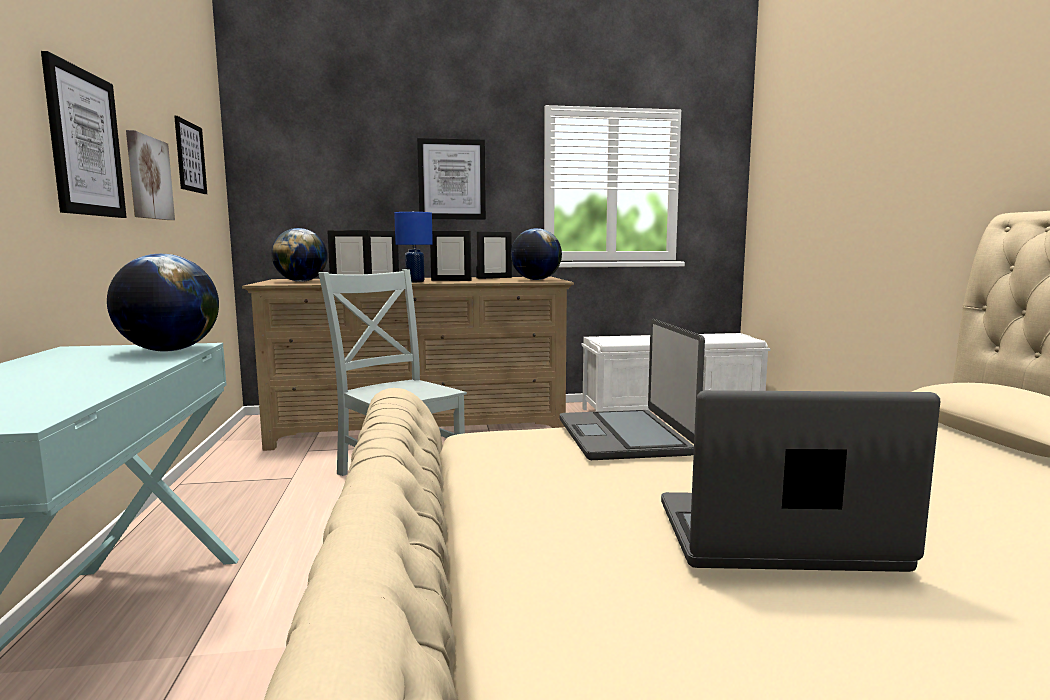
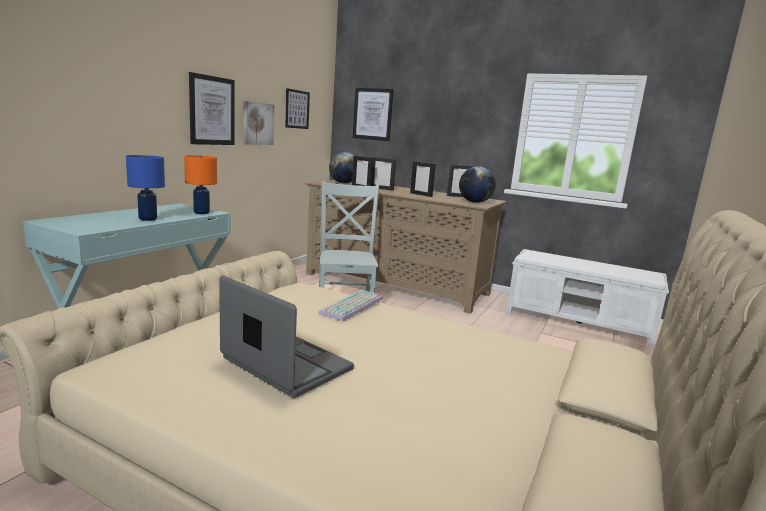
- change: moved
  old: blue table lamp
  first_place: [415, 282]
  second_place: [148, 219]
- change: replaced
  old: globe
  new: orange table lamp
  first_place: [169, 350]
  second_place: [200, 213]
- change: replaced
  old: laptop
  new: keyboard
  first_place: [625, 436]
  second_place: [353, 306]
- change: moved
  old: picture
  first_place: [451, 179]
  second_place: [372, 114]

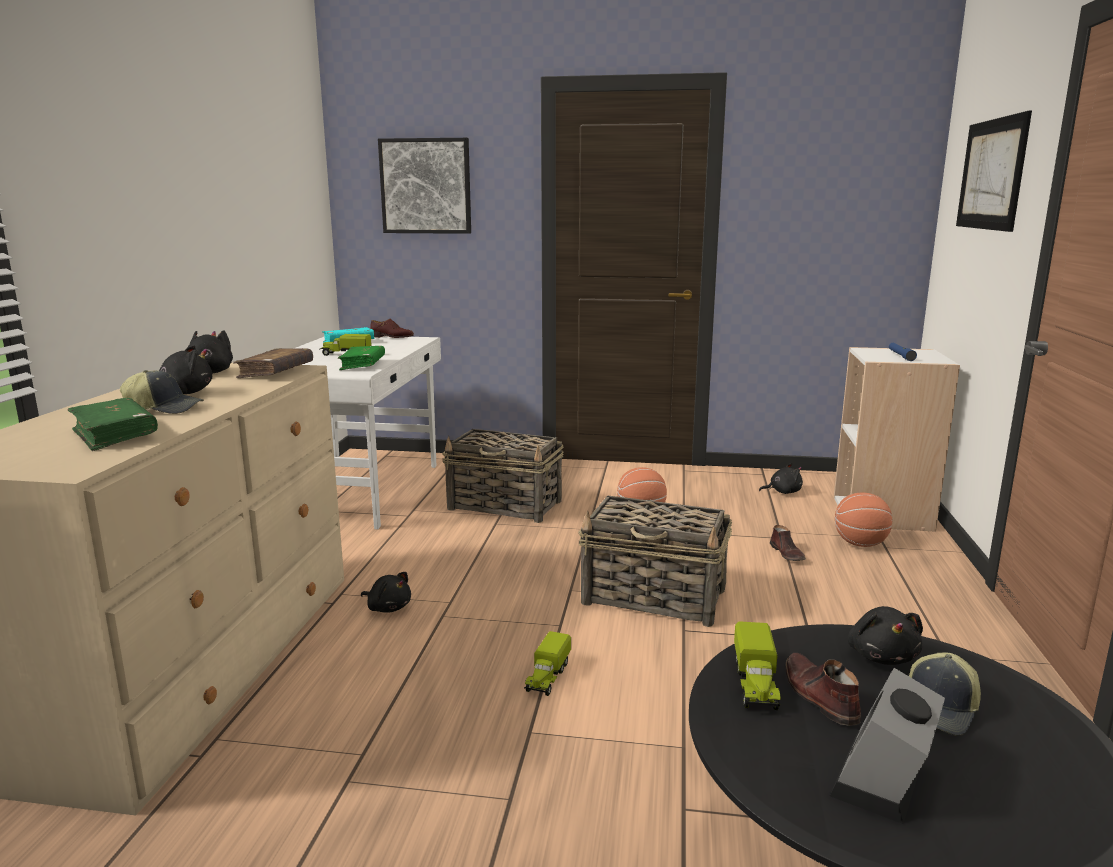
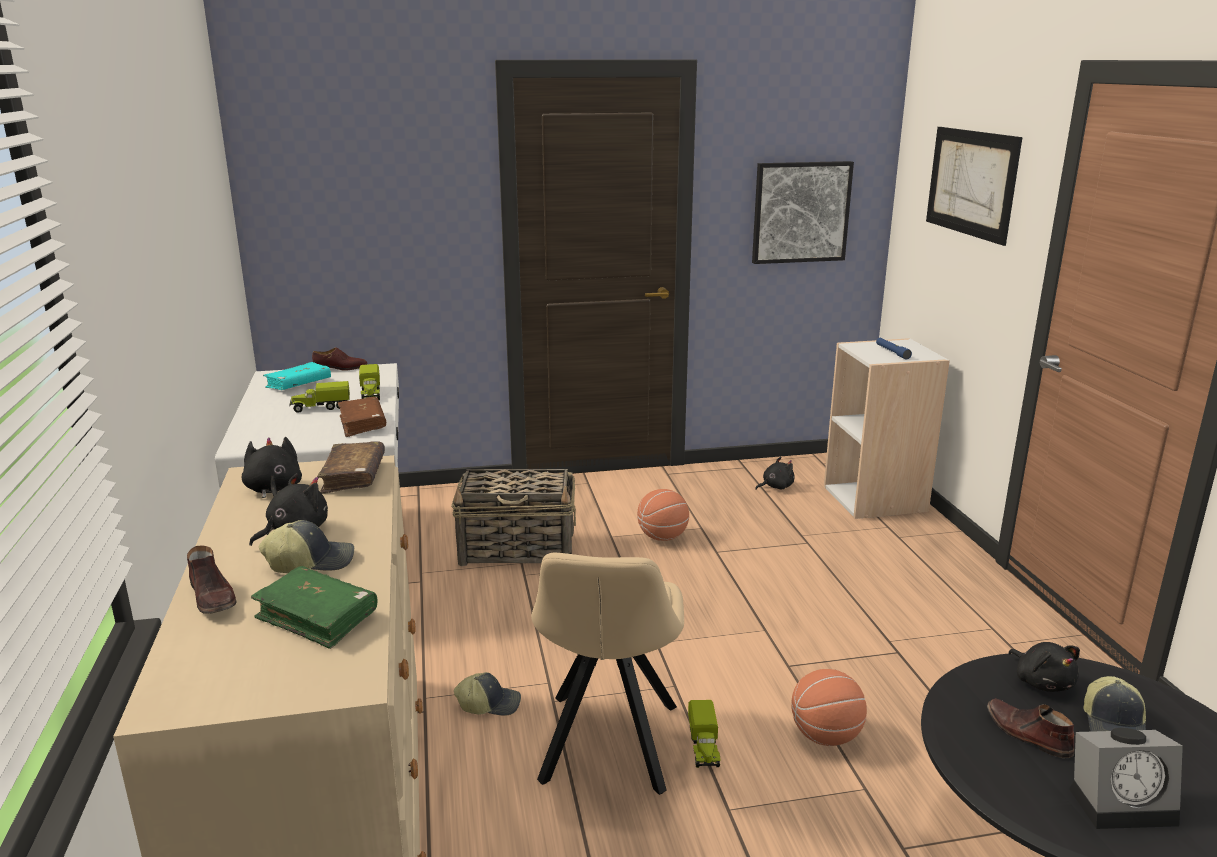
- change: moved
  old: brown shoe
  first_place: [787, 554]
  second_place: [213, 597]
- change: recoloured
  old: green book
  new: brown book
  first_place: [362, 365]
  second_place: [362, 424]
- change: moved
  old: toy truck
  first_place: [755, 684]
  second_place: [371, 394]
- change: replaced
  old: black plush toy
  new: cap
  first_place: [388, 608]
  second_place: [489, 704]
- change: added
  new: beige chair
  second_place: [608, 743]
- change: moved
  old: picture
  first_place: [426, 186]
  second_place: [800, 212]
- change: moved
  old: basketball
  first_place: [860, 544]
  second_place: [826, 736]
- change: turned
  old: alarm clock
  first_place: [883, 782]
  second_place: [1122, 803]
  degrees: -105
- change: removed
  old: basket
  first_place: [655, 597]

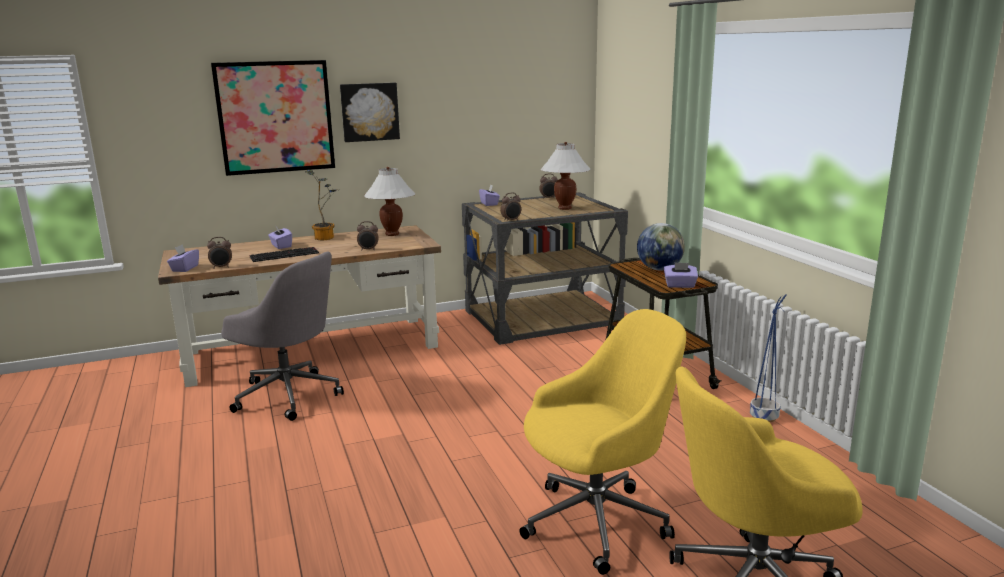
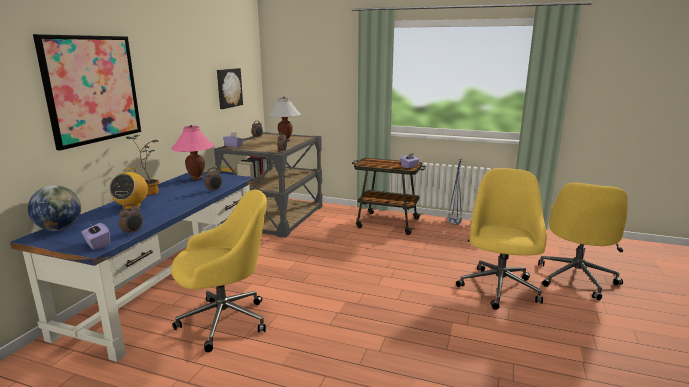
- change: recoloured
  old: brown desk
  new: blue desk
  first_place: [313, 349]
  second_place: [167, 288]
- change: moved
  old: globe
  first_place: [659, 269]
  second_place: [59, 229]
- change: replaced
  old: purple tissue box
  new: radio
  first_place: [281, 246]
  second_place: [131, 206]
- change: recoloured
  old: grey office chair
  new: yellow office chair
  first_place: [289, 396]
  second_place: [225, 321]
- change: recoloured
  old: white table lamp
  new: pink table lamp
  first_place: [392, 234]
  second_place: [196, 179]
- change: moved
  old: picture
  first_place: [369, 112]
  second_place: [228, 88]
- change: removed
  old: keyboard
  first_place: [285, 254]

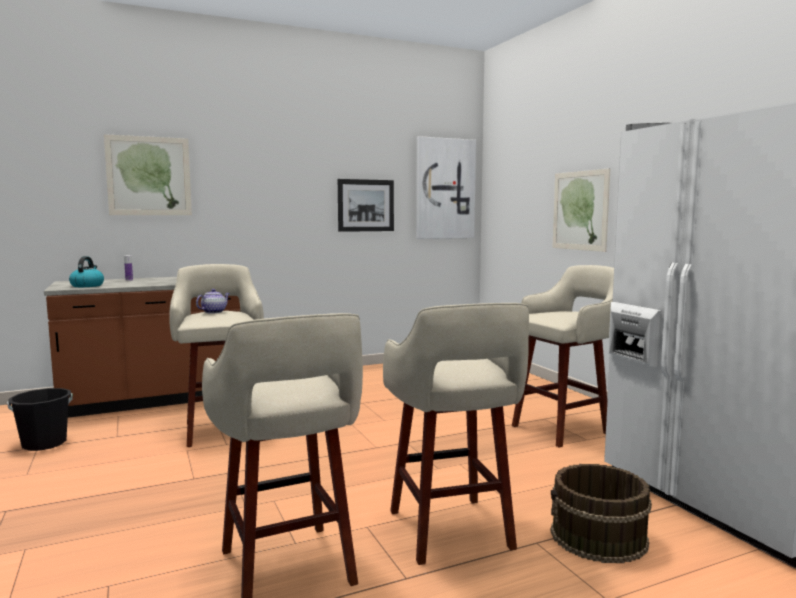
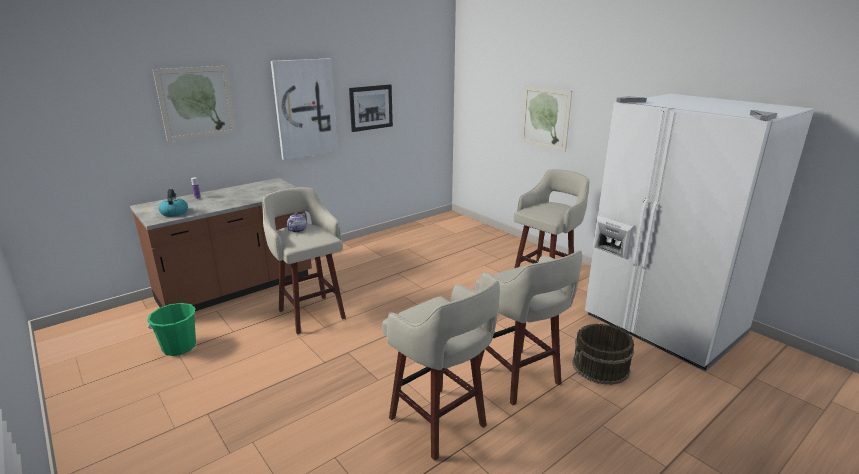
- change: recoloured
  old: black bucket
  new: green bucket
  first_place: [44, 443]
  second_place: [179, 347]
- change: moved
  old: picture
  first_place: [445, 189]
  second_place: [305, 108]

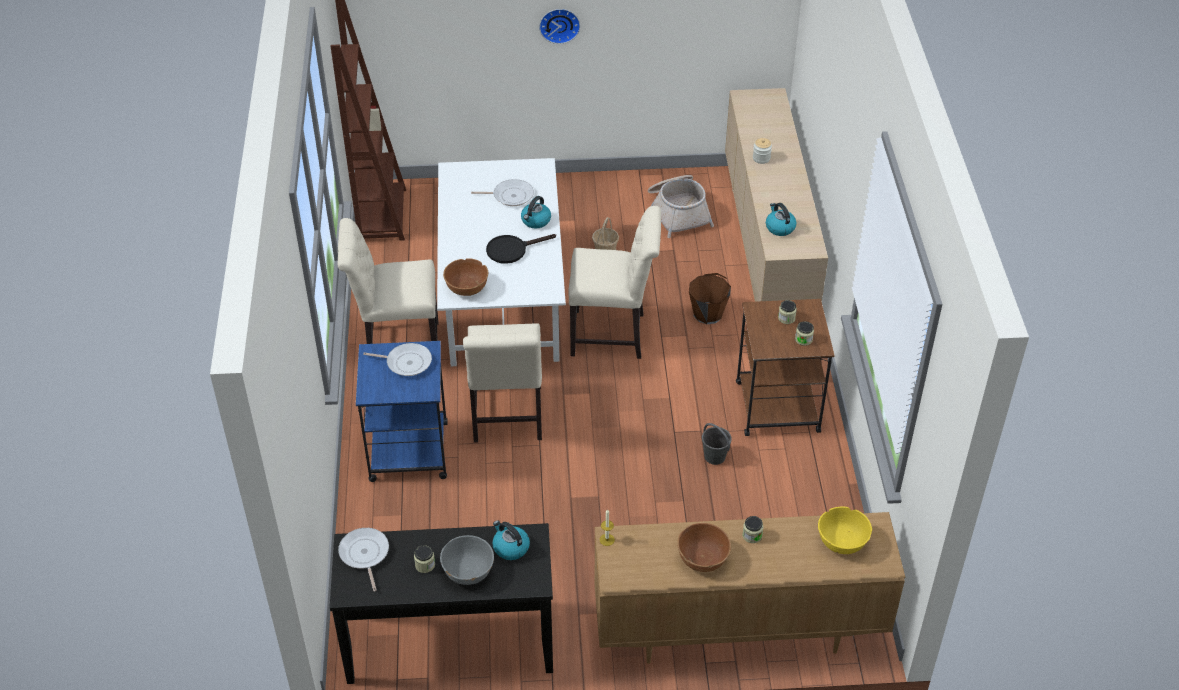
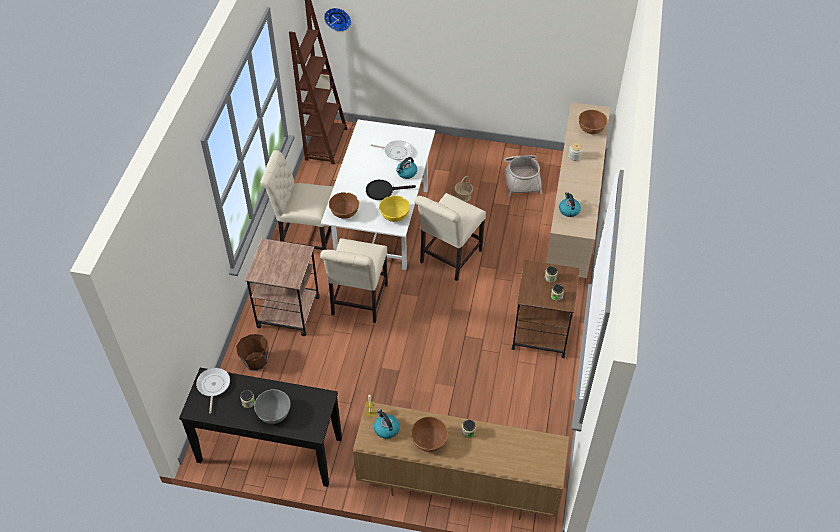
- change: moved
  old: brown bucket
  first_place: [708, 314]
  second_place: [256, 362]
- change: recoloured
  old: blue cart
  new: brown cart
  first_place: [409, 450]
  second_place: [288, 311]
- change: moved
  old: wall clock
  first_place: [559, 24]
  second_place: [338, 18]
- change: moved
  old: kettle
  first_place: [510, 547]
  second_place: [386, 429]
- change: moved
  old: yellow bowl
  first_place: [842, 542]
  second_place: [394, 216]
- change: turned
  old: beige chair
  first_place: [613, 335]
  second_place: [448, 259]
  degrees: 105
- change: added
  new: brown bowl
  second_place: [591, 129]
- change: removed
  old: frying pan
  first_place: [406, 362]
- change: removed
  old: grey bucket
  first_place: [715, 457]

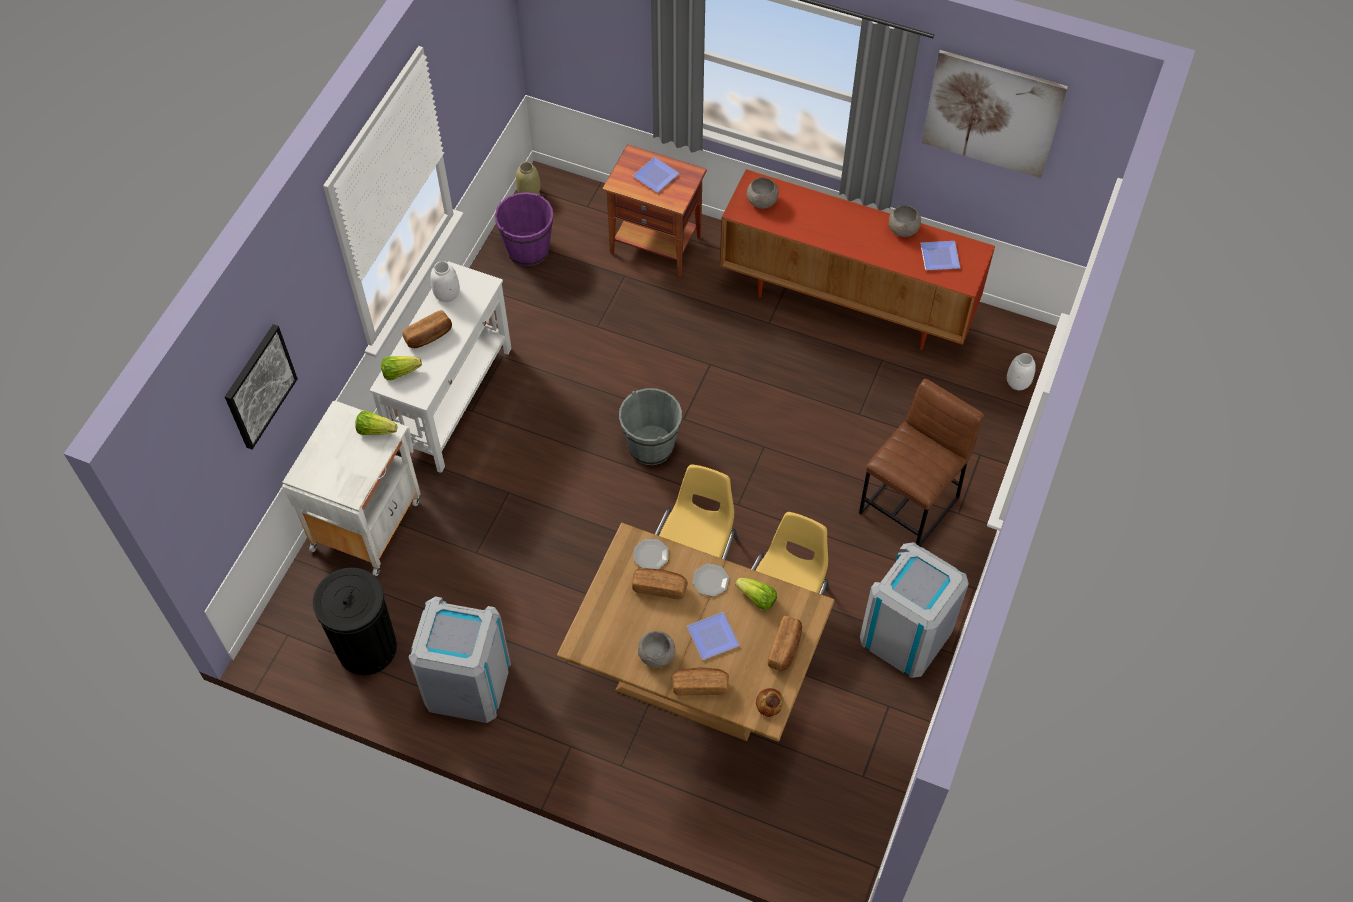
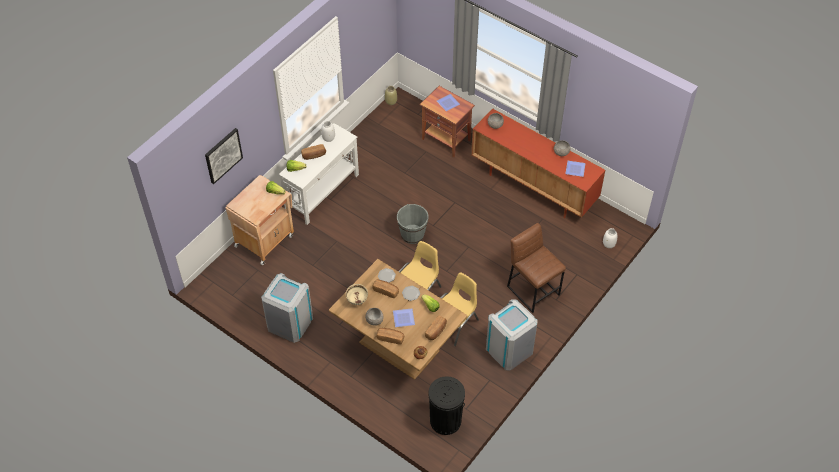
- change: recoloured
  old: white cart
  new: brown cart
  first_place: [367, 523]
  second_place: [265, 240]
- change: added
  new: beige bowl
  second_place: [357, 300]
- change: moved
  old: black trash can
  first_place: [367, 648]
  second_place: [445, 420]
- change: turned
  old: brown chair
  first_place: [910, 504]
  second_place: [532, 290]
  degrees: -90
- change: removed
  old: purple bucket
  first_place: [528, 250]
- change: removed
  old: picture
  first_place: [992, 114]

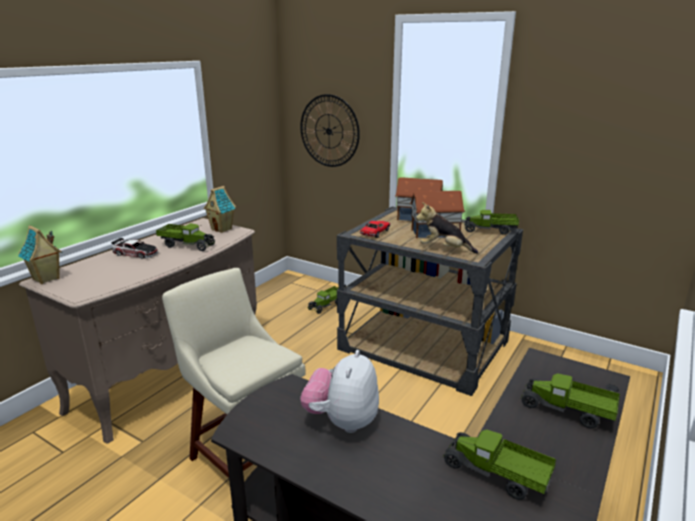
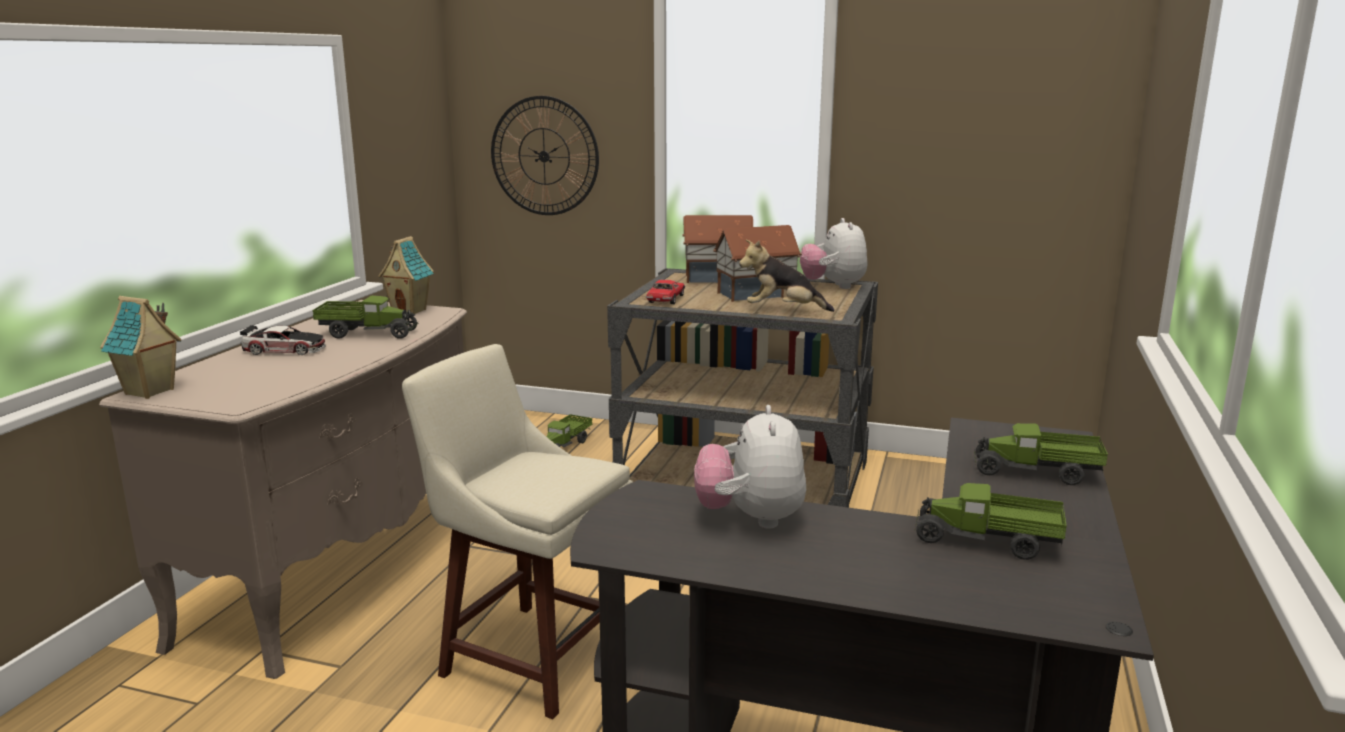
- change: replaced
  old: toy truck
  new: plush toy
  first_place: [490, 231]
  second_place: [833, 286]

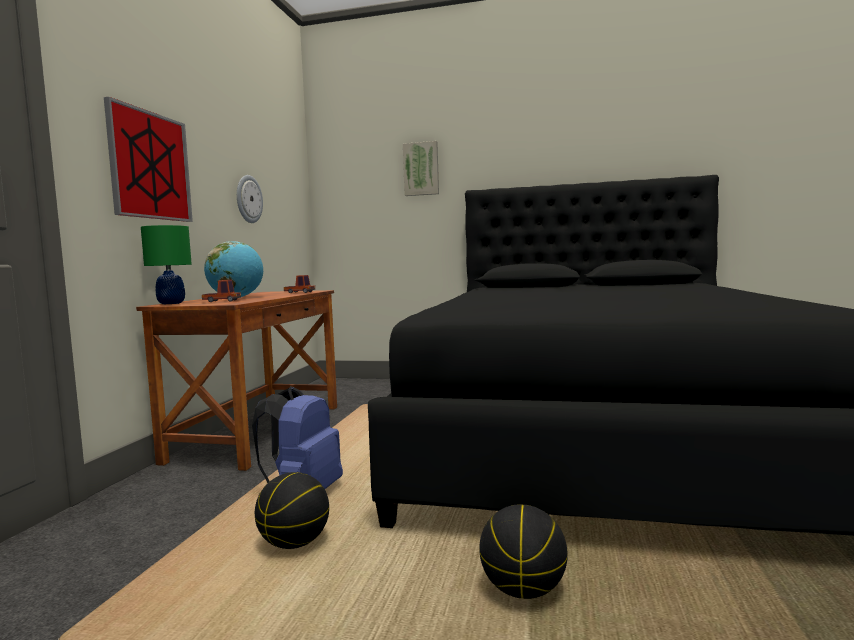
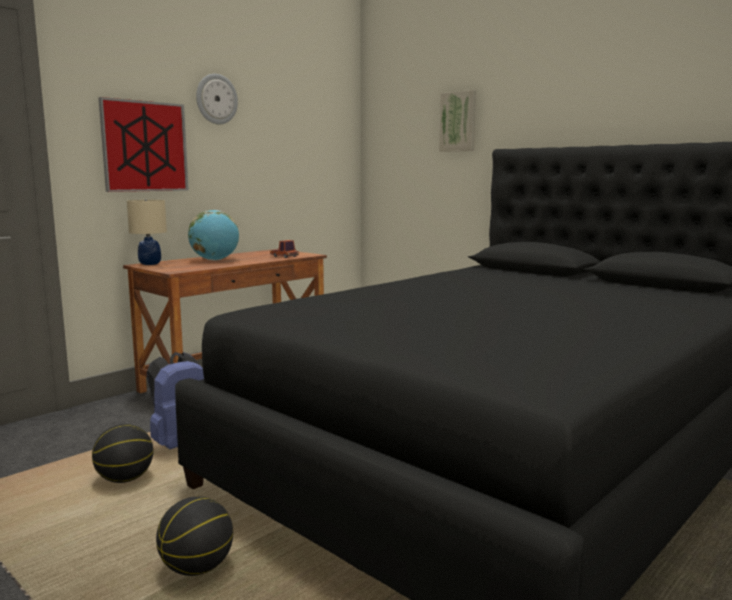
- change: recoloured
  old: green table lamp
  new: beige table lamp
  first_place: [170, 304]
  second_place: [149, 264]
- change: moved
  old: wall clock
  first_place: [248, 199]
  second_place: [216, 99]
- change: removed
  old: toy truck
  first_place: [222, 301]

